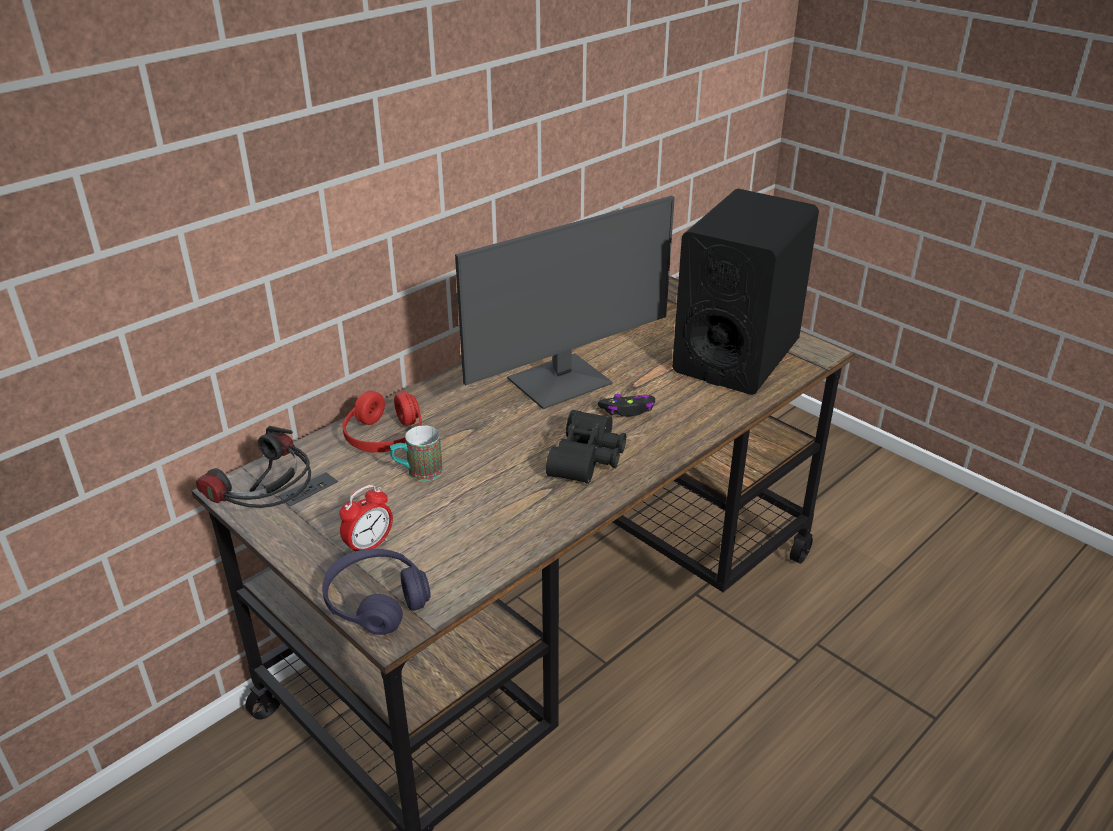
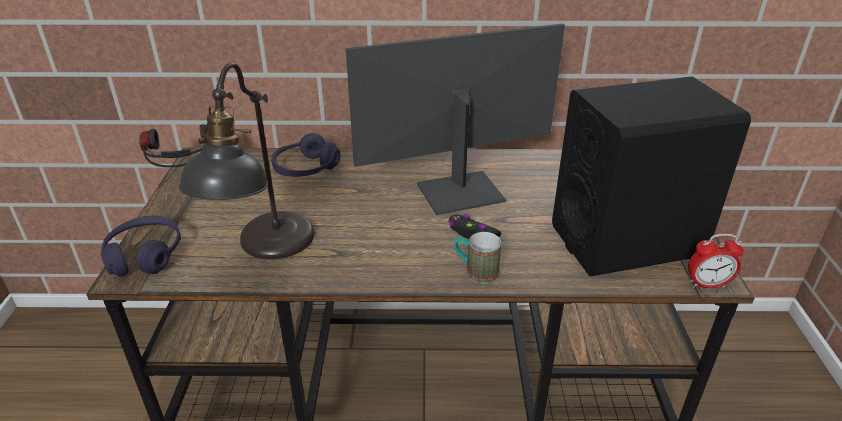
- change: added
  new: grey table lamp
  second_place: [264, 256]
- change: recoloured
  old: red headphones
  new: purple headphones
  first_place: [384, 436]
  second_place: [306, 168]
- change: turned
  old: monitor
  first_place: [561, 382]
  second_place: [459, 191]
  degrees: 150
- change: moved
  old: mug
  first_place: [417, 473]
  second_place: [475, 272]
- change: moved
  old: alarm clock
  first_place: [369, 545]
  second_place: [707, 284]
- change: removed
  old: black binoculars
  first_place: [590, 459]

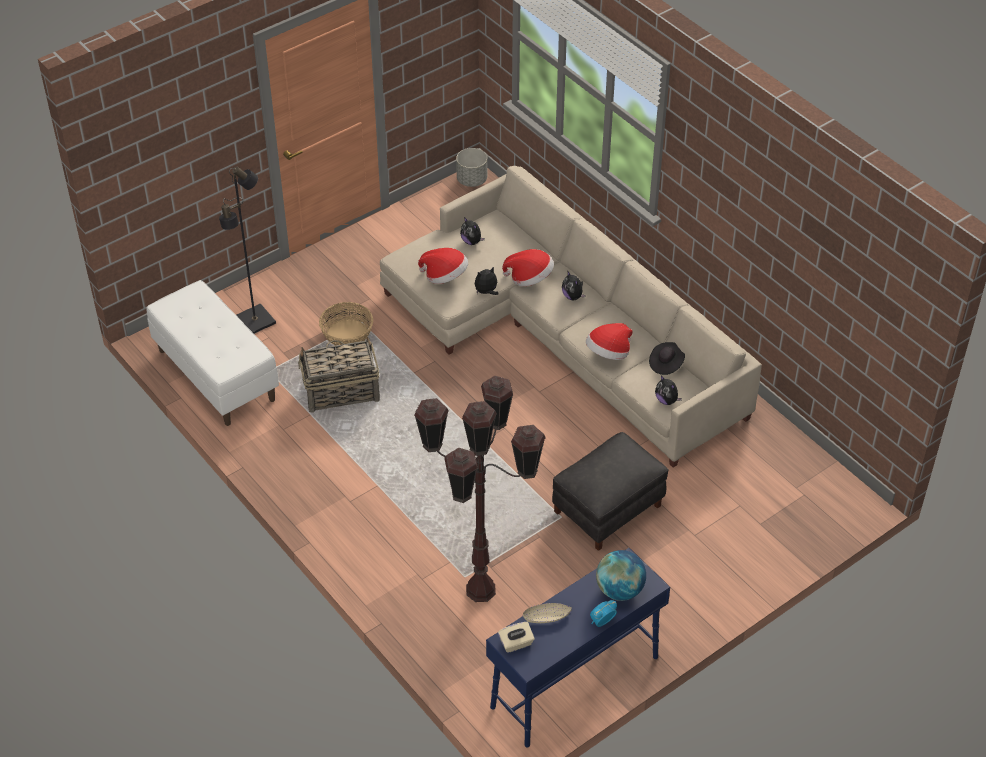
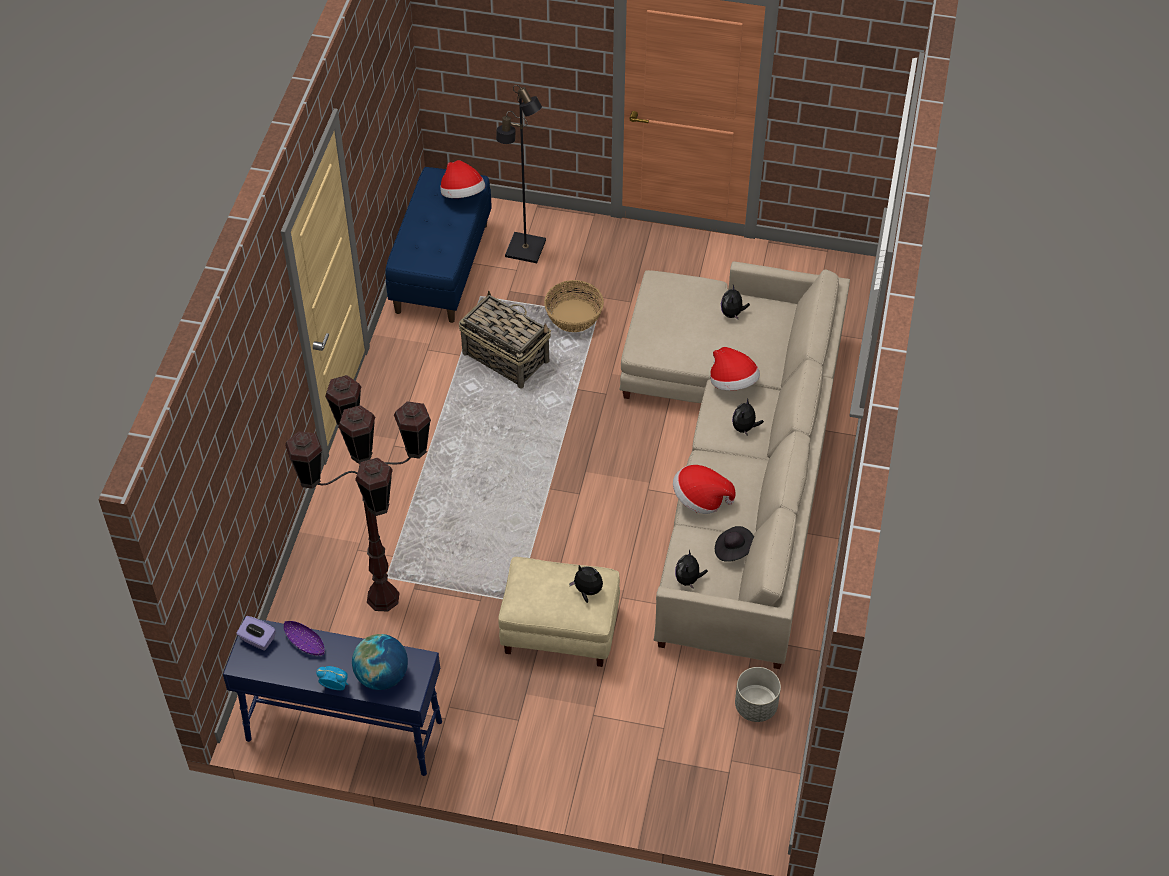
- change: recoloured
  old: beige tissue box
  new: purple tissue box
  first_place: [516, 643]
  second_place: [257, 639]
- change: recoloured
  old: beige bowl
  new: purple bowl
  first_place: [547, 617]
  second_place: [305, 643]
- change: recoloured
  old: white bench
  new: blue bench
  first_place: [215, 375]
  second_place: [441, 267]
- change: moved
  old: hat
  first_place: [445, 276]
  second_place: [462, 195]
- change: recoloured
  old: black ottoman
  new: beige ottoman
  first_place: [608, 509]
  second_place: [559, 630]
- change: moved
  old: plush toy
  first_place: [486, 292]
  second_place: [587, 591]
- change: moved
  old: grey planter
  first_place: [472, 180]
  second_place: [756, 706]

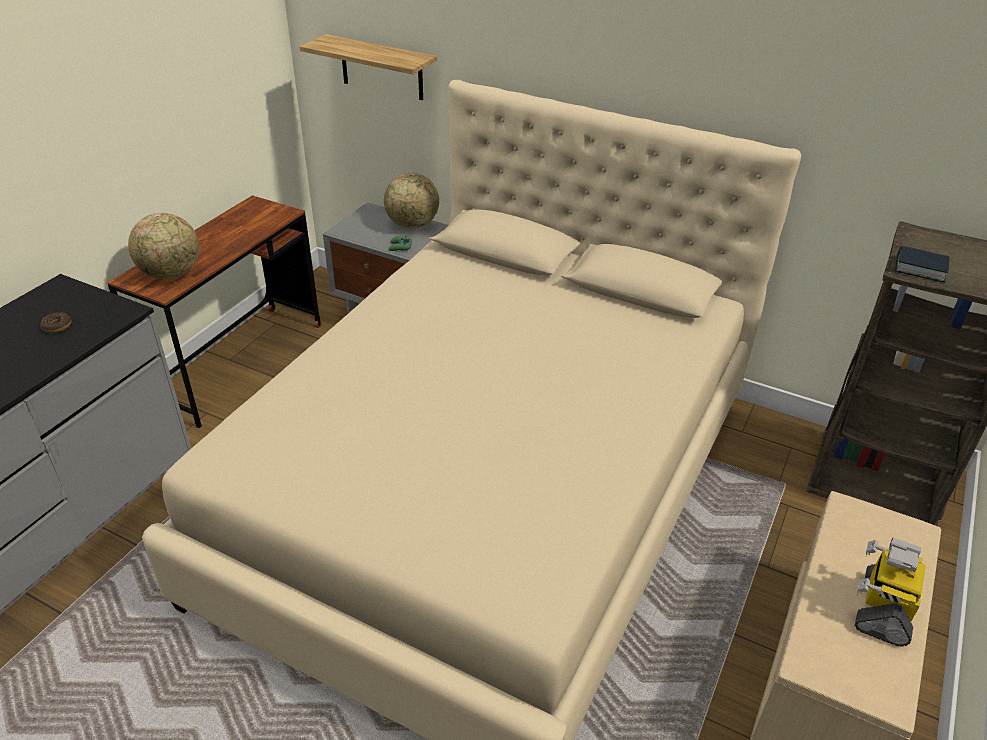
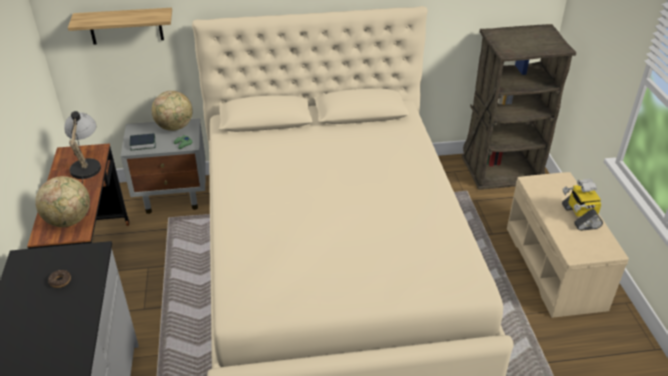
- change: added
  new: table lamp
  second_place: [86, 165]
- change: moved
  old: book
  first_place: [919, 269]
  second_place: [143, 144]

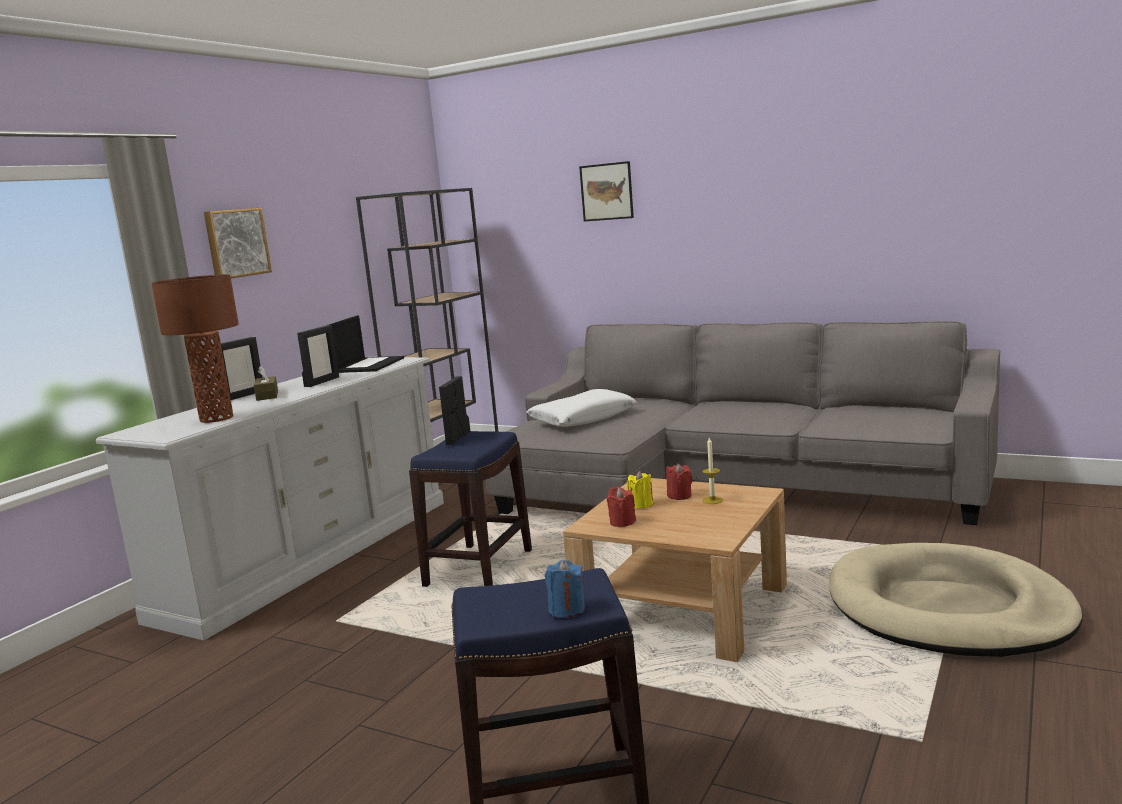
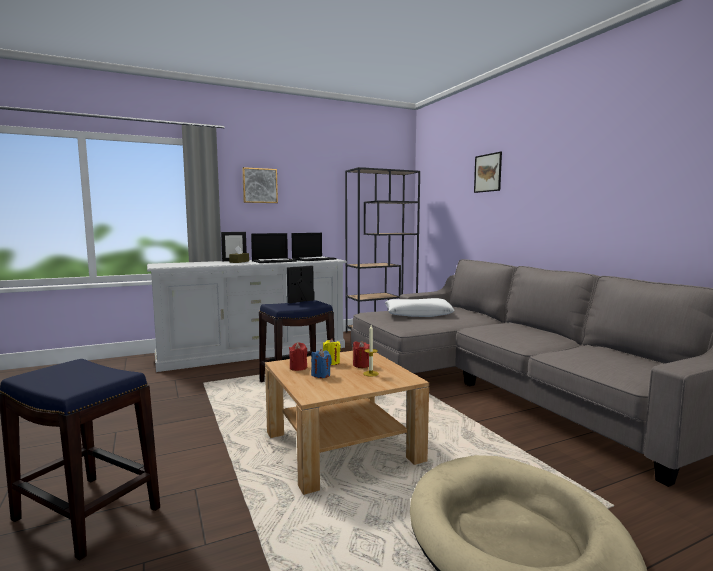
- change: replaced
  old: picture frame
  new: laptop
  first_place: [322, 382]
  second_place: [274, 261]
- change: moved
  old: blue candle
  first_place: [567, 609]
  second_place: [321, 375]
- change: removed
  old: brown table lamp
  first_place: [216, 418]

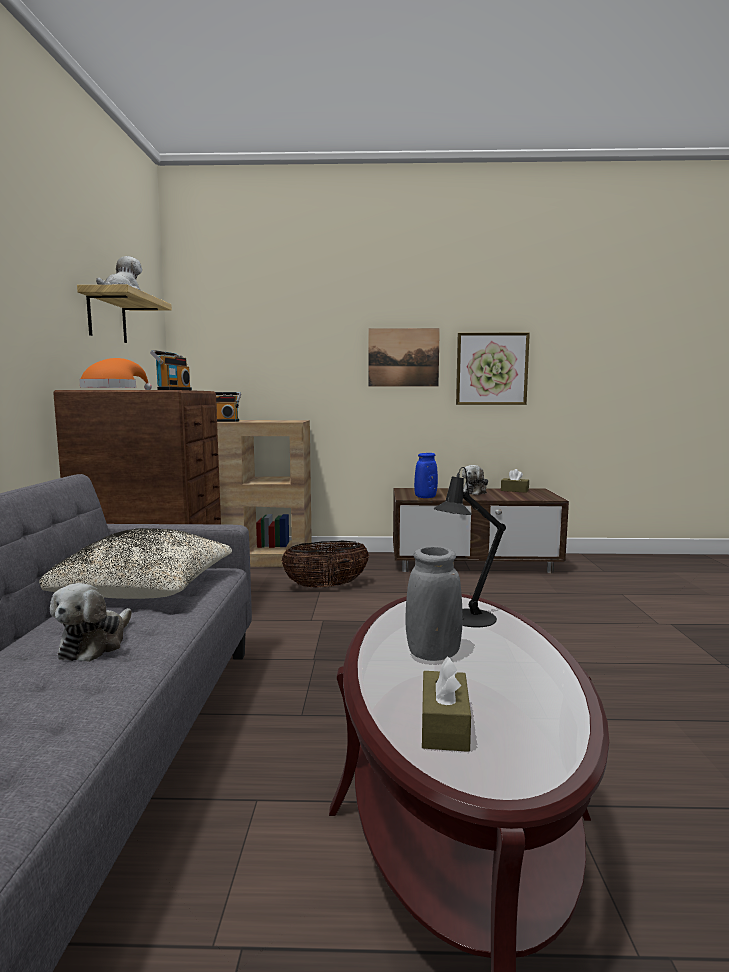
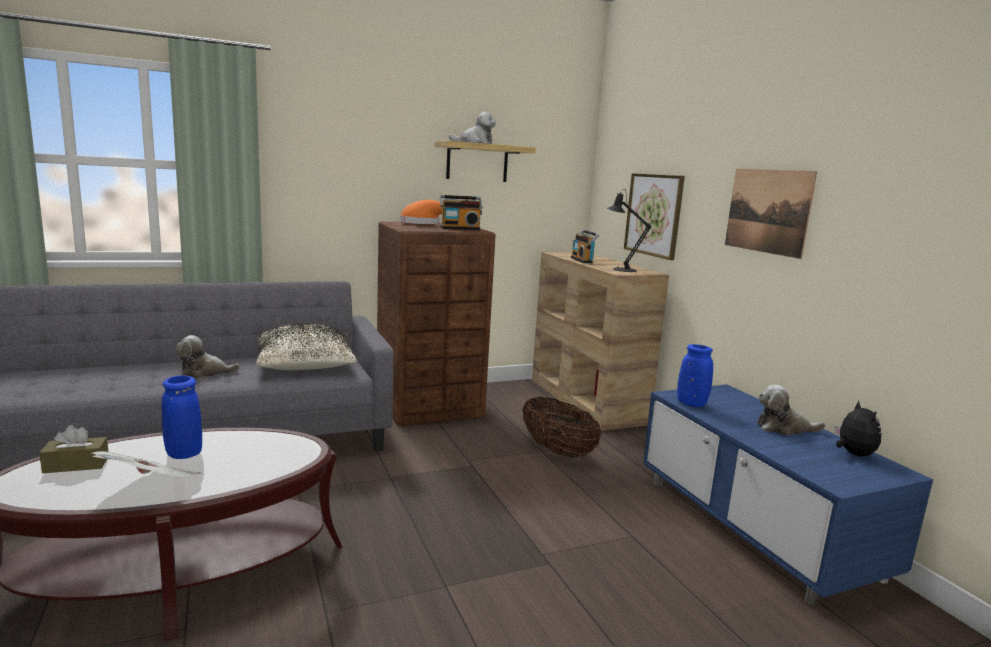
- change: added
  new: newspaper
  second_place: [151, 487]
- change: recoloured
  old: grey vase
  new: blue vase
  first_place: [433, 654]
  second_place: [184, 454]
- change: moved
  old: black table lamp
  first_place: [466, 619]
  second_place: [621, 269]
- change: moved
  old: picture
  first_place: [491, 369]
  second_place: [654, 215]
- change: recoloured
  old: brown tv stand
  new: blue tv stand
  first_place: [474, 563]
  second_place: [755, 528]
- change: replaced
  old: brown tissue box
  new: plush toy
  first_place: [514, 490]
  second_place: [853, 454]

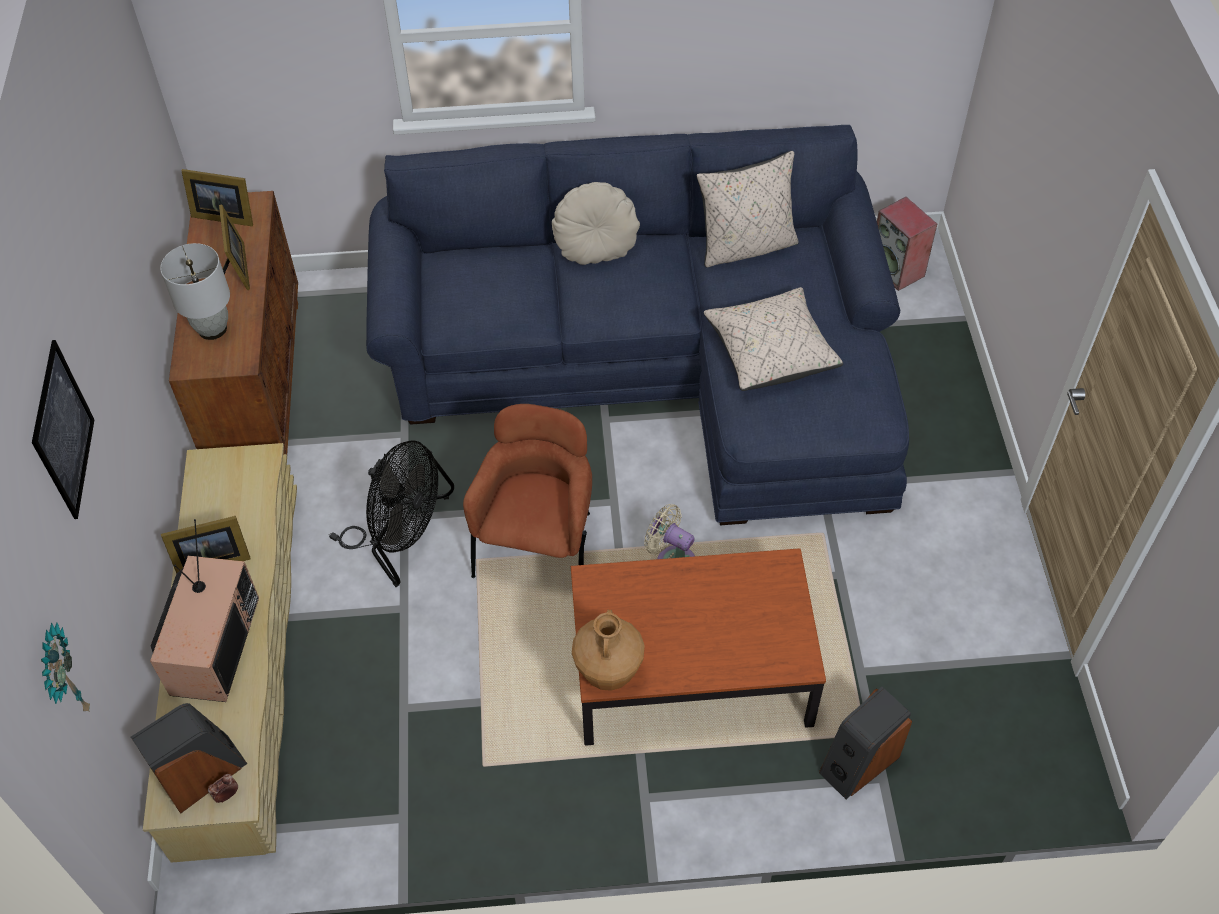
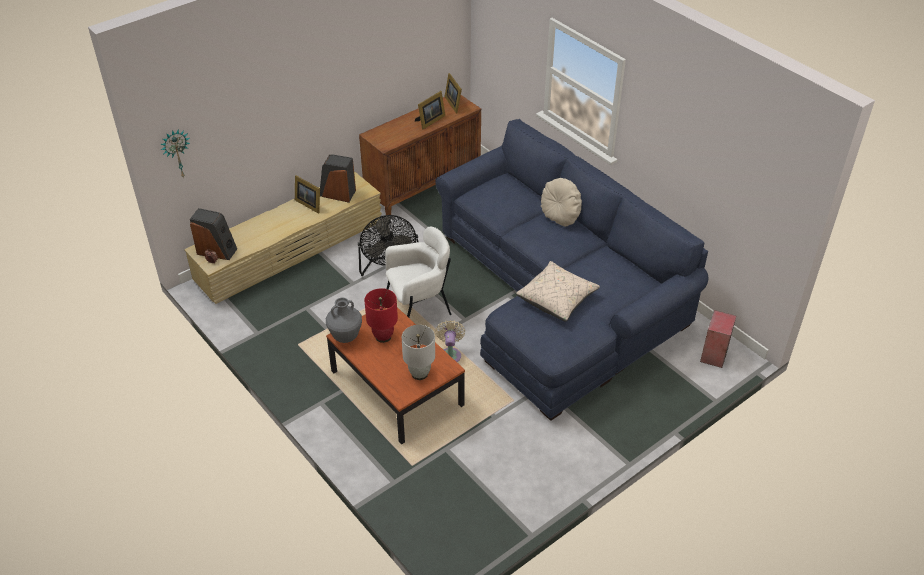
- change: moved
  old: speaker
  first_place: [858, 763]
  second_place: [337, 193]
- change: recoloured
  old: brown vase
  new: grey vase
  first_place: [608, 673]
  second_place: [345, 337]
- change: added
  new: red table lamp
  second_place: [383, 336]
- change: recoloured
  old: brown armchair
  new: white armchair
  first_place: [539, 547]
  second_place: [419, 308]
- change: moved
  old: white table lamp
  first_place: [212, 329]
  second_place: [419, 374]
- change: removed
  old: picture
  first_place: [63, 430]
- change: removed
  old: television
  first_place: [213, 644]
- change: removed
  old: beige pillow
  first_place: [746, 246]

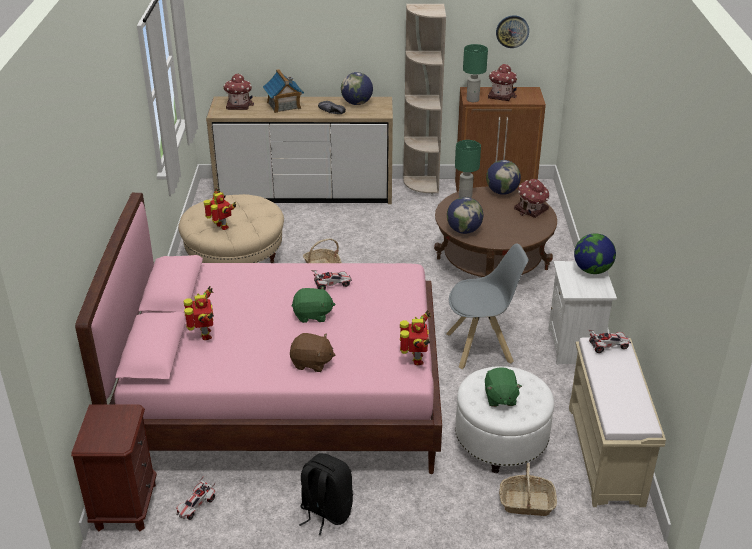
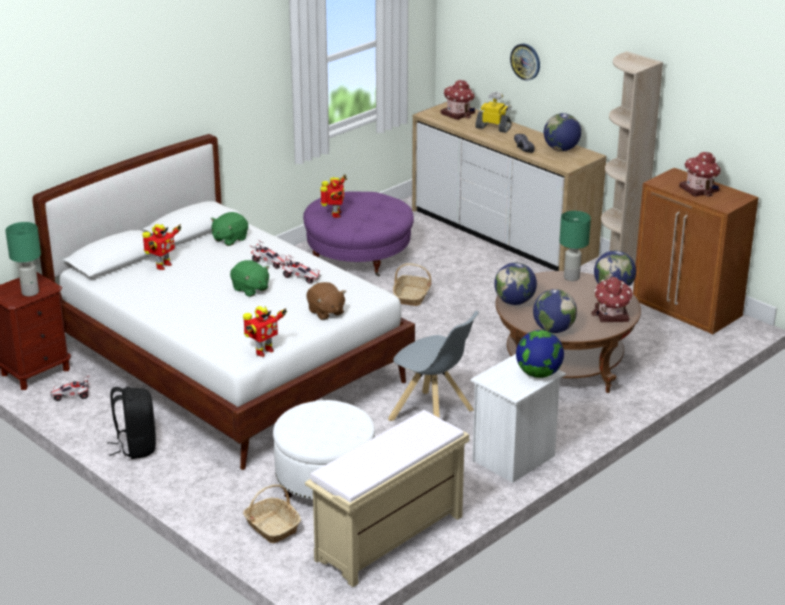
- change: moved
  old: green table lamp
  first_place: [472, 99]
  second_place: [30, 292]
- change: recoloured
  old: pink bed
  new: white bed
  first_place: [283, 396]
  second_place: [230, 365]
- change: moved
  old: green plush toy
  first_place: [500, 398]
  second_place: [229, 239]
- change: moved
  old: toy car
  first_place: [608, 346]
  second_place: [270, 262]
- change: recoloured
  old: beige ottoman
  new: purple ottoman
  first_place: [235, 257]
  second_place: [358, 256]
- change: moved
  old: brown plush toy
  first_place: [311, 363]
  second_place: [325, 312]
- change: replaced
  old: toy house
  new: toy robot
  first_place: [284, 105]
  second_place: [494, 128]
- change: moved
  old: wall clock
  first_place: [512, 31]
  second_place: [525, 61]
- change: added
  new: globe
  second_place: [553, 330]

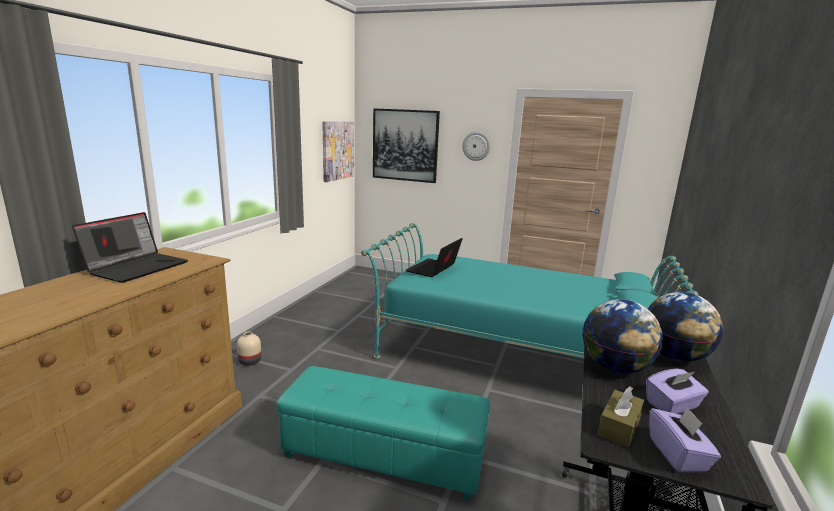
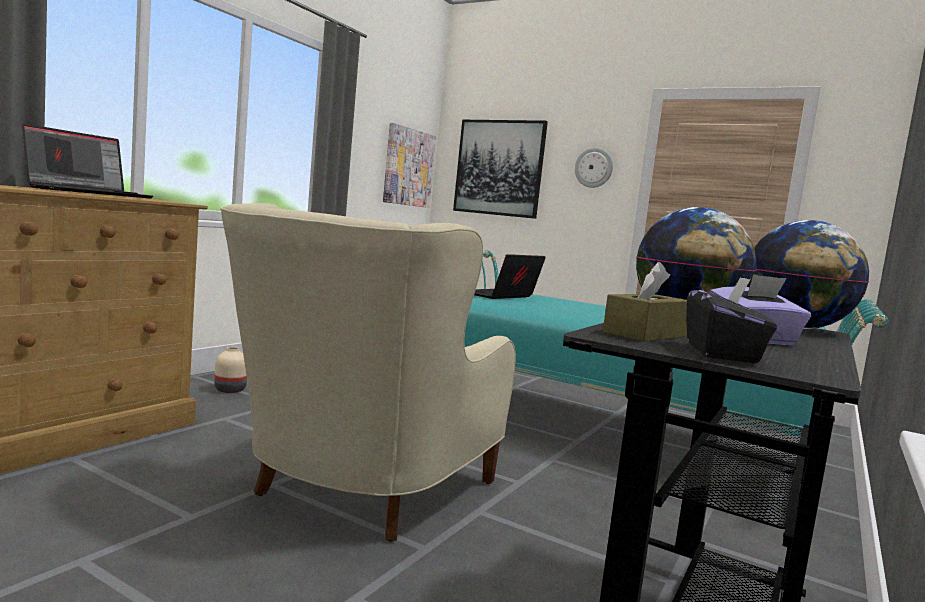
- change: replaced
  old: turquoise ottoman
  new: beige armchair
  first_place: [382, 455]
  second_place: [359, 493]
- change: recoloured
  old: purple tissue box
  new: black tissue box
  first_place: [677, 455]
  second_place: [722, 353]

